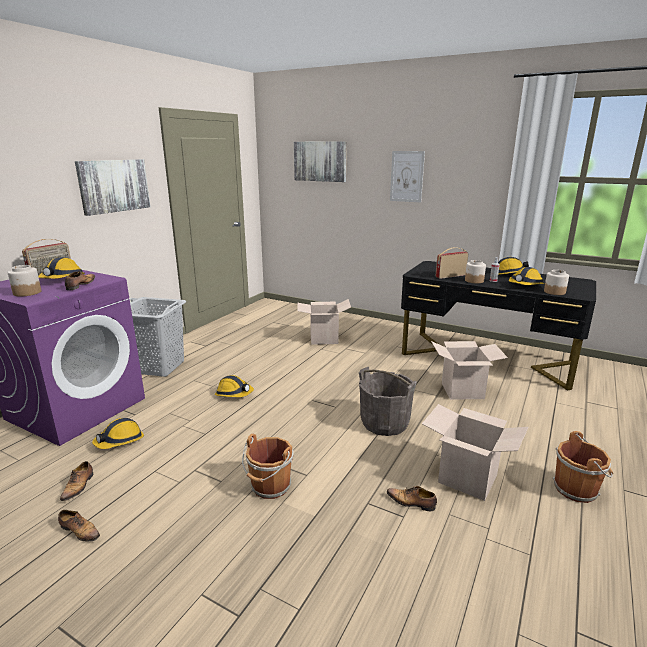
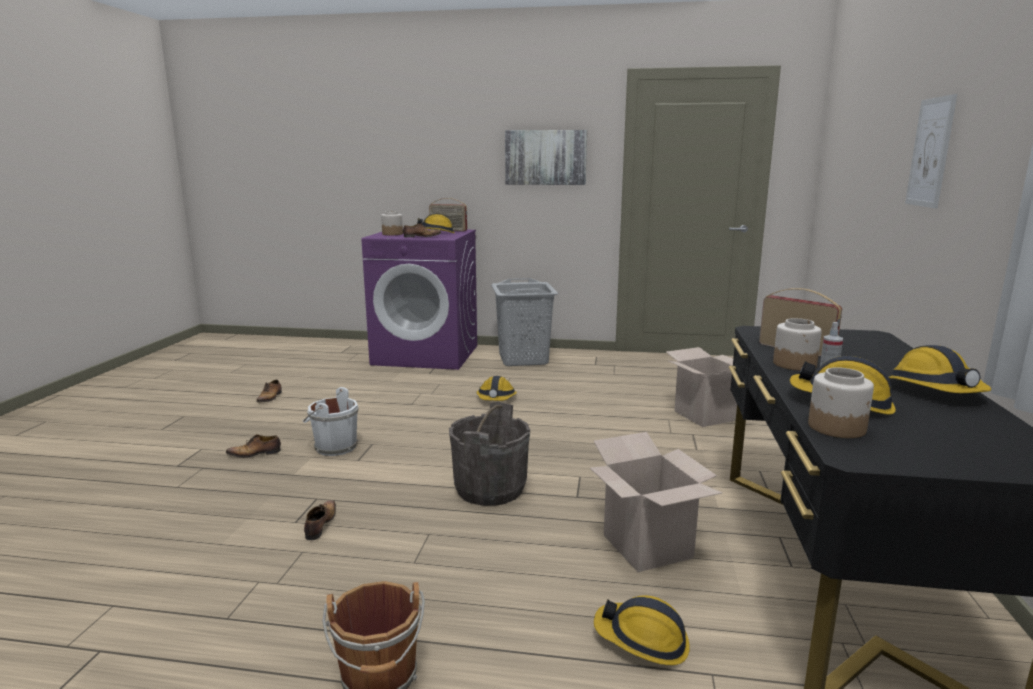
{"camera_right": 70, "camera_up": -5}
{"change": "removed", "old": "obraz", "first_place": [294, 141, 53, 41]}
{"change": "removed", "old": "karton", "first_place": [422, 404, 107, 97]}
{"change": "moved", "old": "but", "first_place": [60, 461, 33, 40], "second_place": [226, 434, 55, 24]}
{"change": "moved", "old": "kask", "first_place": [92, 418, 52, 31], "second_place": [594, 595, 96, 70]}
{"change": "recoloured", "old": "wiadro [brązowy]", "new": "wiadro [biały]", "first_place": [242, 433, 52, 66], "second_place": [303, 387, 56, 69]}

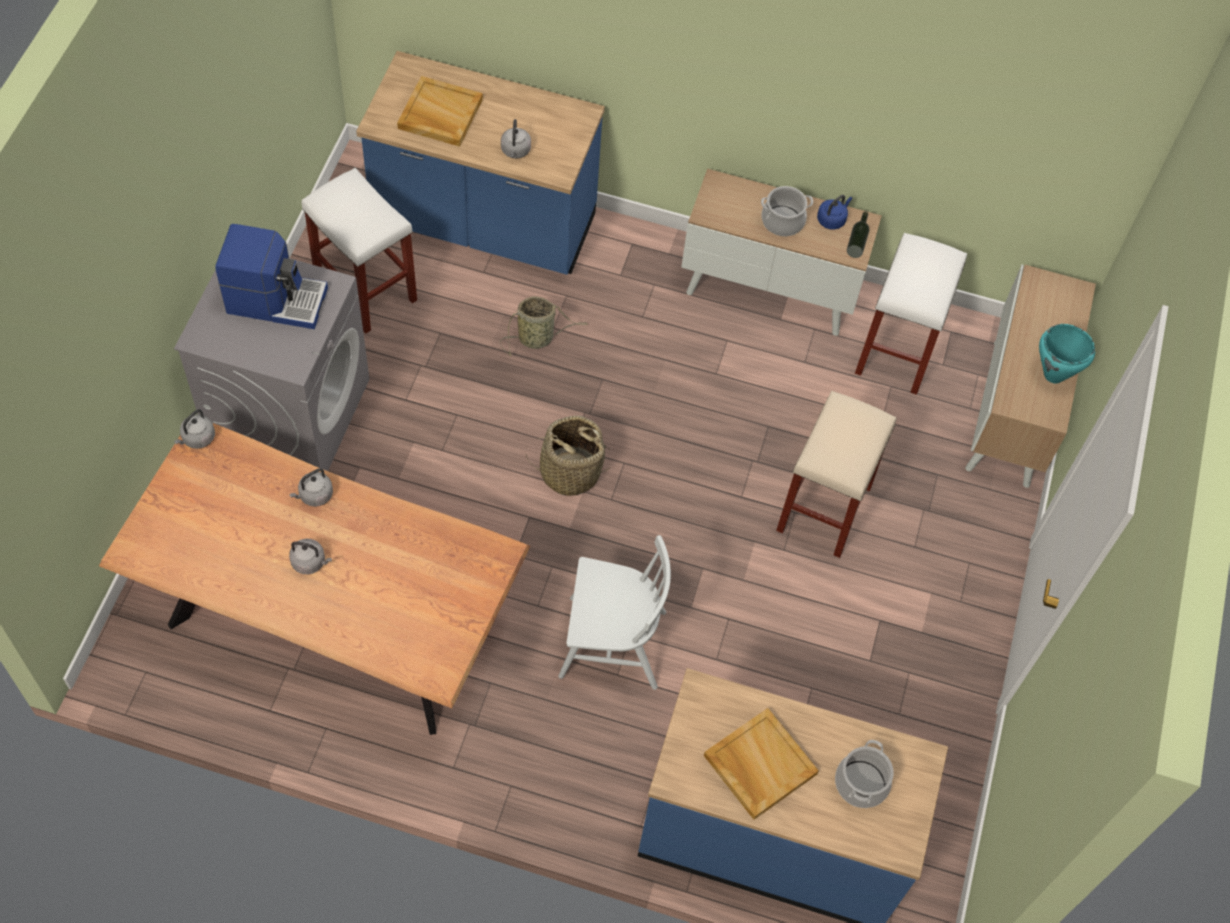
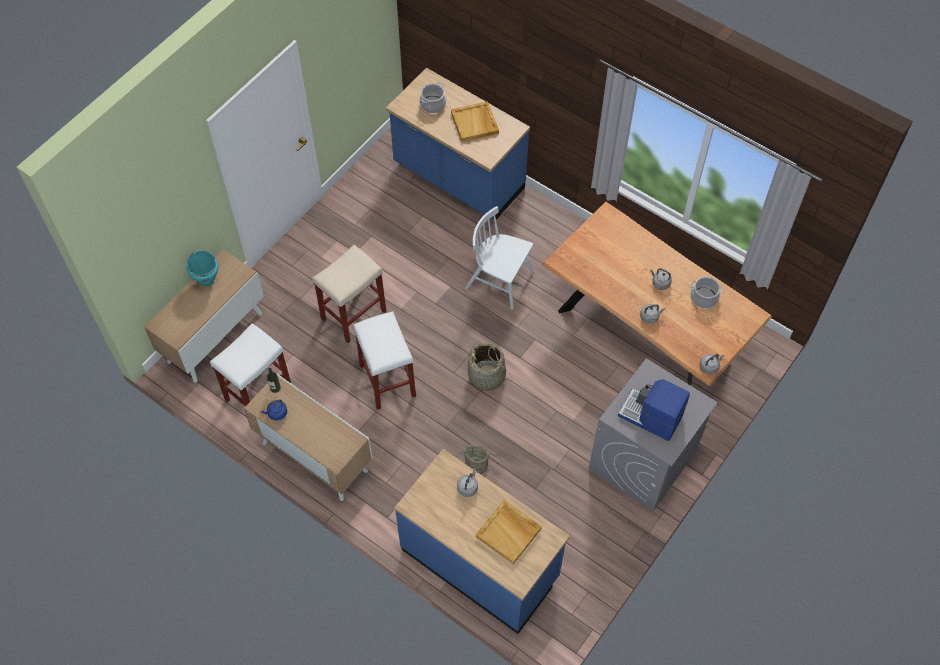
{"camera_right": -155, "camera_up": 0}
{"change": "moved", "old": "stołek [biały]", "first_place": [302, 168, 115, 166], "second_place": [353, 311, 63, 99]}
{"change": "moved", "old": "garnek", "first_place": [761, 186, 52, 50], "second_place": [691, 277, 33, 31]}

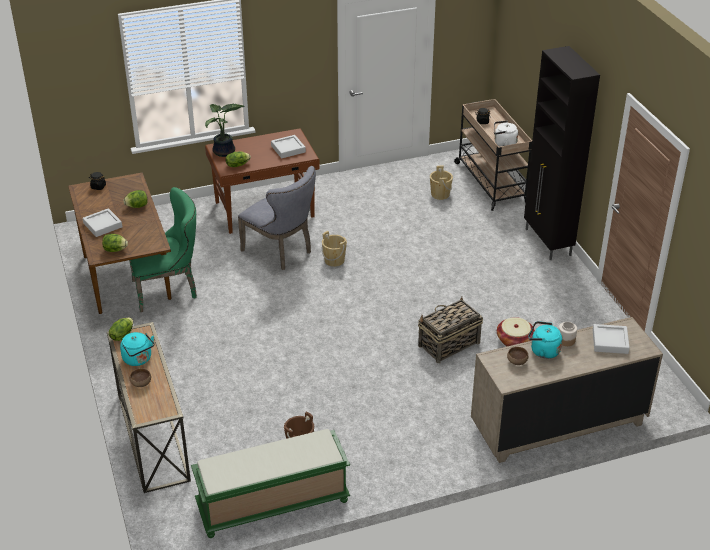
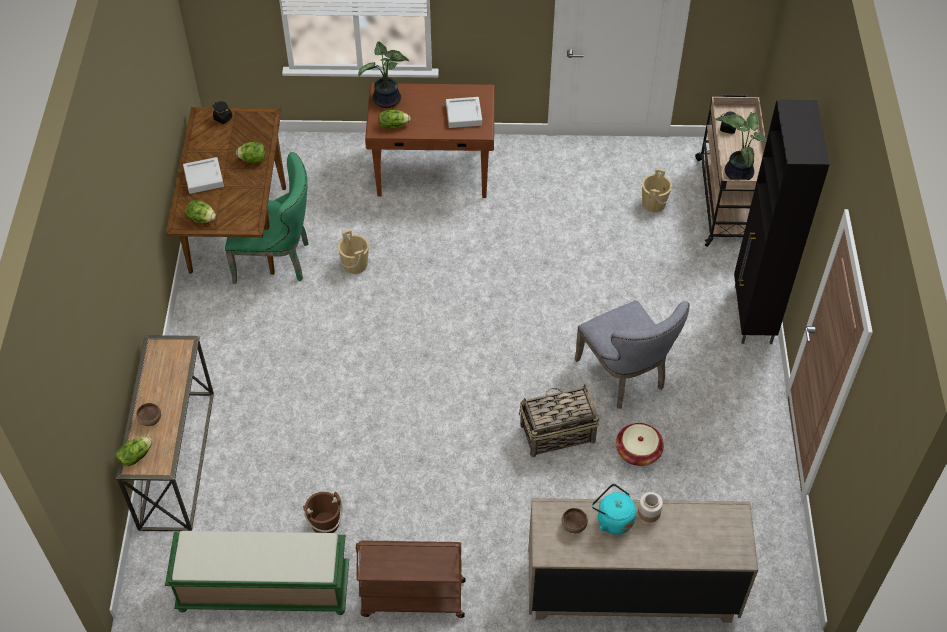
{"camera_right": 20, "camera_up": 15}
{"change": "removed", "old": "czajnik [turkusowy]", "first_place": [120, 332, 34, 34]}
{"change": "removed", "old": "taca [szary]", "first_place": [593, 324, 37, 30]}
{"change": "added", "new": "wózek [brązowy]", "second_place": [356, 540, 109, 78]}
{"change": "moved", "old": "sałata", "first_place": [109, 317, 24, 24], "second_place": [116, 437, 37, 29]}
{"change": "moved", "old": "krzesło [szary]", "first_place": [238, 166, 78, 104], "second_place": [575, 301, 115, 108]}
{"change": "moved", "old": "wiadro [beżowy]", "first_place": [322, 231, 25, 36], "second_place": [338, 230, 31, 44]}
{"change": "replaced", "old": "czajnik [biały]", "new": "roślina doniczkowa", "first_place": [494, 120, 24, 27], "second_place": [716, 112, 51, 68]}

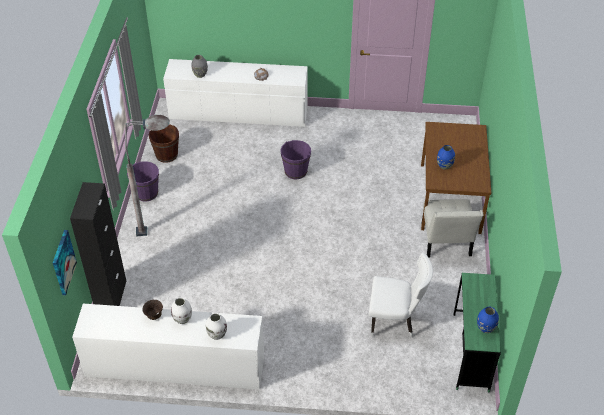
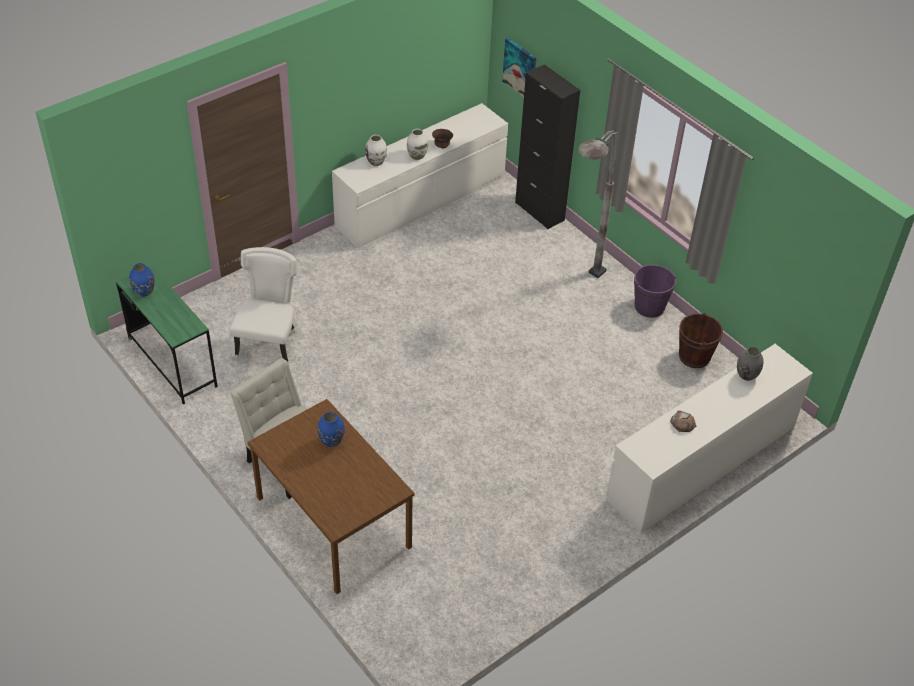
{"camera_right": 135, "camera_up": 0}
{"change": "removed", "old": "wiadro [fioletowy]", "first_place": [280, 140, 31, 39]}
{"change": "turned", "old": "krzesło [biały]", "first_place": [369, 253, 64, 84], "second_place": [229, 247, 68, 120], "degrees": 135}

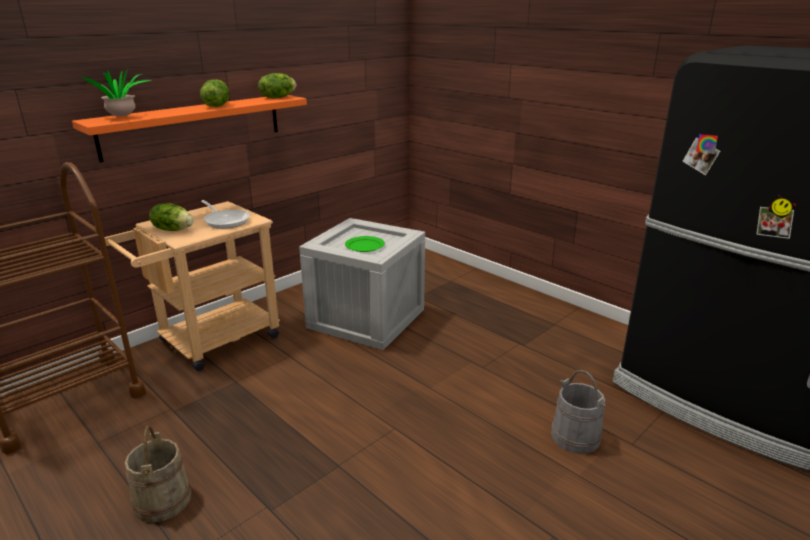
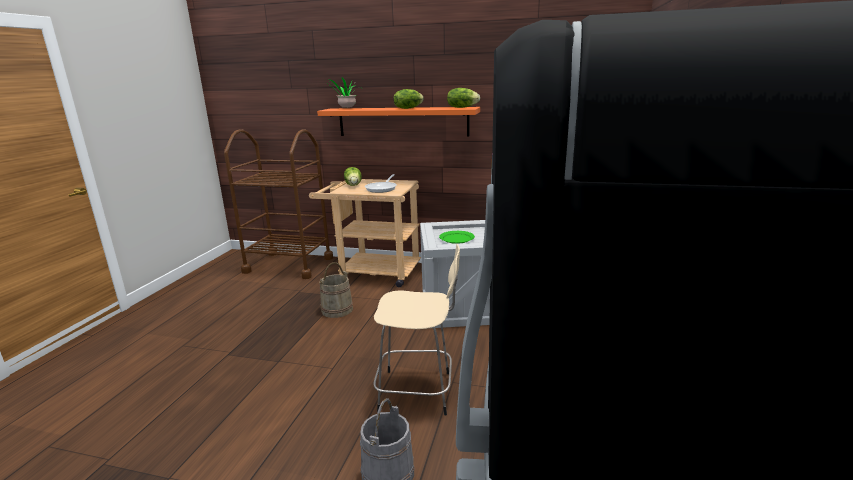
{"camera_right": 60, "camera_up": -5}
{"change": "added", "new": "stołek [beżowy]", "second_place": [374, 244, 86, 171]}
{"change": "moved", "old": "wiadro [beżowy]", "first_place": [125, 425, 67, 98], "second_place": [319, 262, 34, 56]}

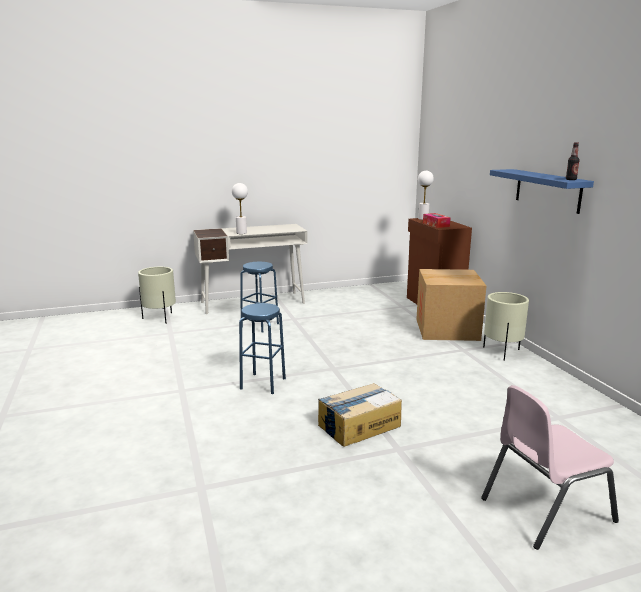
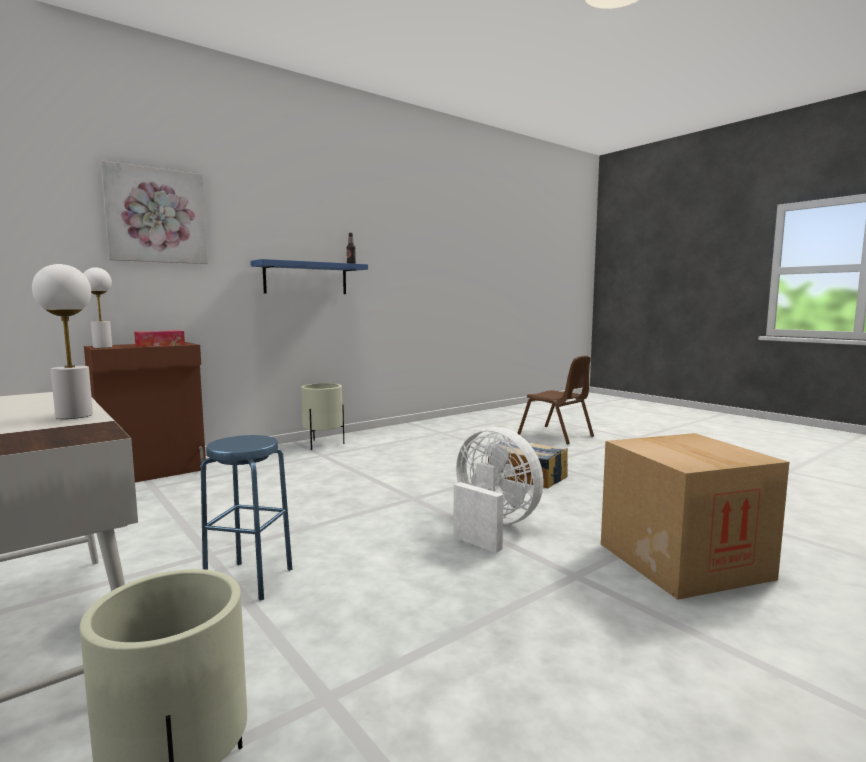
{"camera_right": -110, "camera_up": -10}
{"change": "added", "new": "obraz", "second_place": [100, 160, 108, 104]}
{"change": "moved", "old": "karton", "first_place": [416, 269, 70, 72], "second_place": [601, 433, 188, 167]}
{"change": "replaced", "old": "stołek [niebieski]", "new": "wentylator [biały]", "first_place": [239, 303, 47, 91], "second_place": [453, 427, 91, 126]}
{"change": "recoloured", "old": "krzesło [różowy]", "new": "krzesło [brązowy]", "first_place": [481, 385, 138, 165], "second_place": [518, 355, 76, 89]}

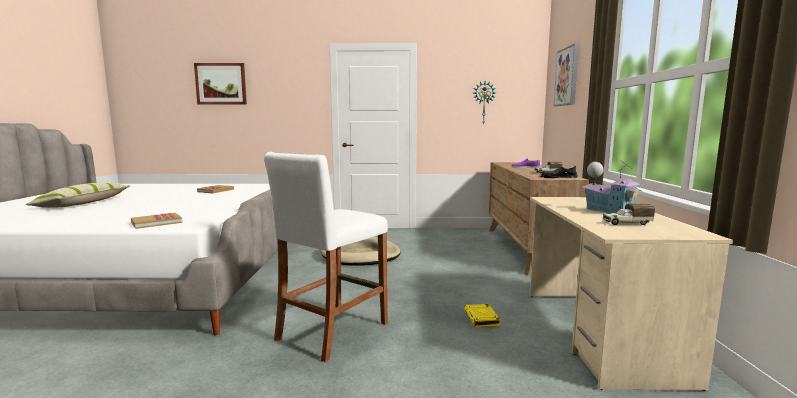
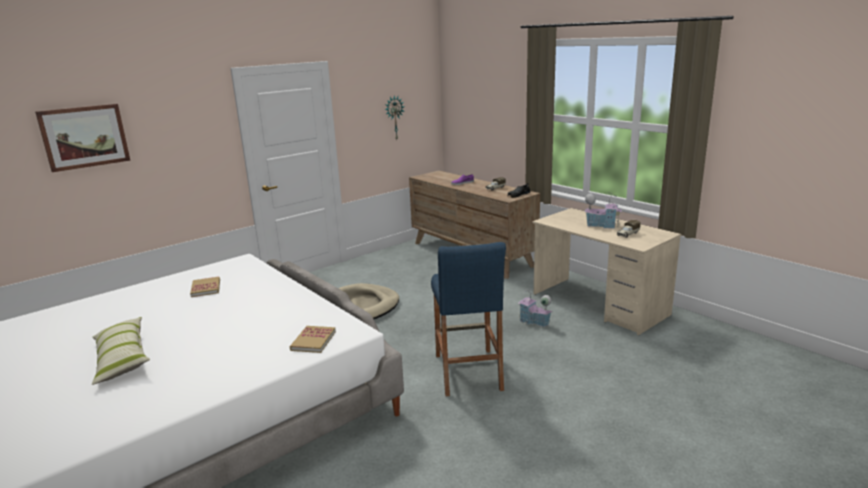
{"camera_right": -40, "camera_up": 10}
{"change": "removed", "old": "obraz", "first_place": [554, 43, 25, 63]}
{"change": "replaced", "old": "książka [żółty]", "new": "domek", "first_place": [464, 304, 37, 23], "second_place": [518, 289, 35, 38]}
{"change": "recoloured", "old": "stołek [biały]", "new": "stołek [niebieski]", "first_place": [264, 152, 124, 210], "second_place": [431, 242, 75, 154]}

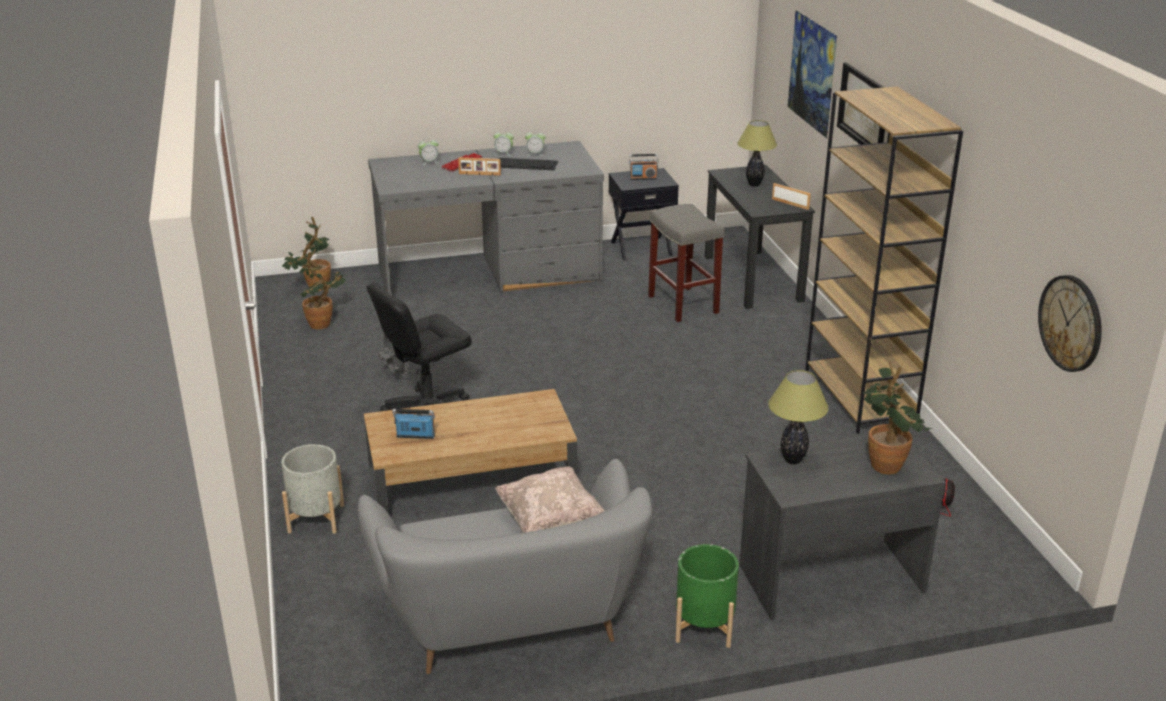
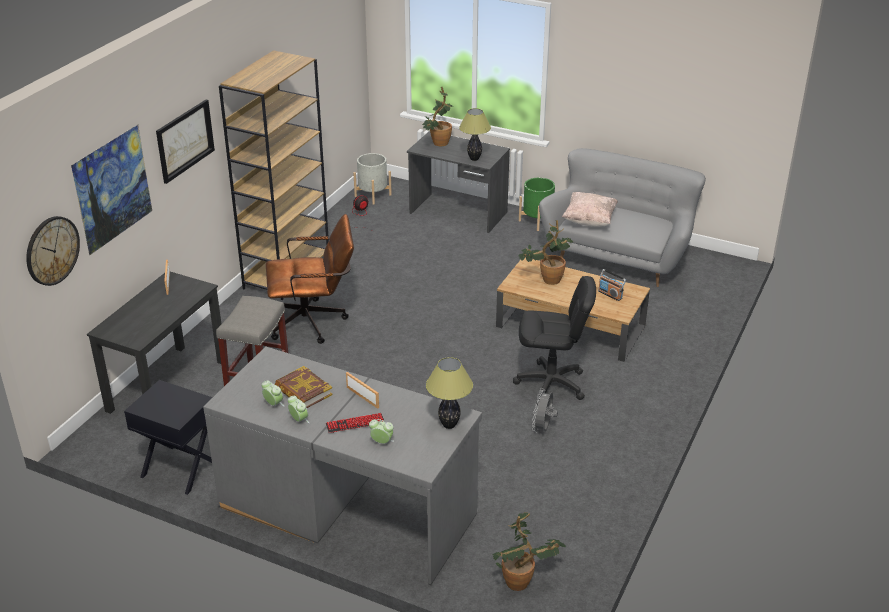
{"camera_right": -140, "camera_up": 5}
{"change": "removed", "old": "radio", "first_place": [629, 154, 29, 26]}
{"change": "added", "new": "krzesło biurowe [brązowy]", "second_place": [266, 214, 88, 130]}
{"change": "moved", "old": "donica [szary]", "first_place": [281, 444, 63, 90], "second_place": [353, 153, 39, 52]}
{"change": "moved", "old": "roślina doniczkowa", "first_place": [299, 249, 48, 80], "second_place": [518, 220, 55, 65]}
{"change": "moved", "old": "lampa stołowa", "first_place": [737, 120, 40, 67], "second_place": [426, 357, 47, 72]}
{"change": "moved", "old": "zegar ścienny", "first_place": [1038, 275, 64, 97], "second_place": [26, 216, 54, 70]}
{"change": "replaced", "old": "klawiatura", "new": "książka", "first_place": [499, 158, 59, 12], "second_place": [275, 366, 58, 42]}

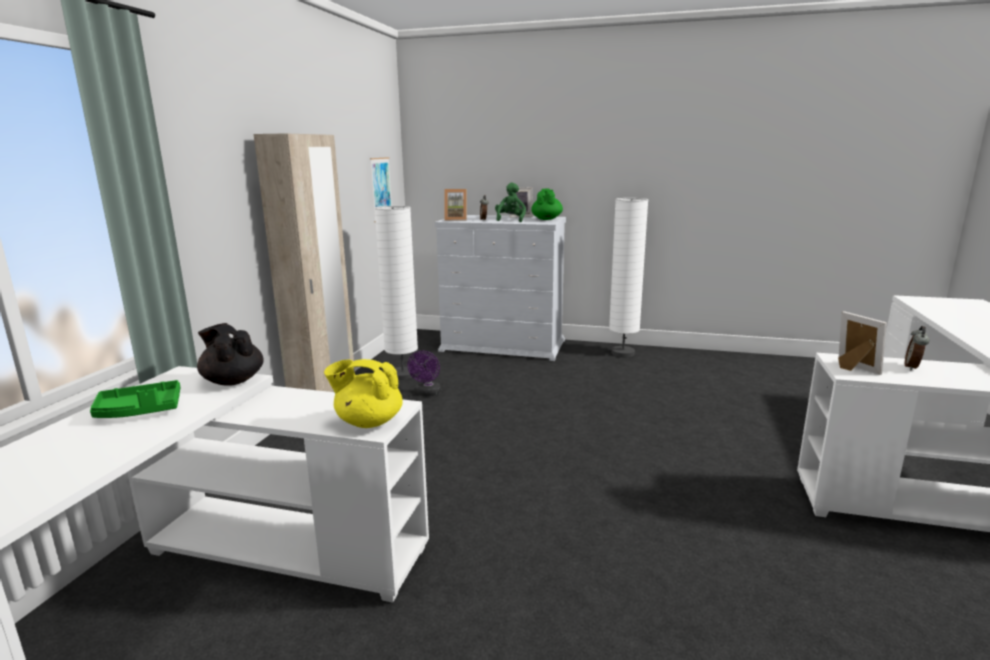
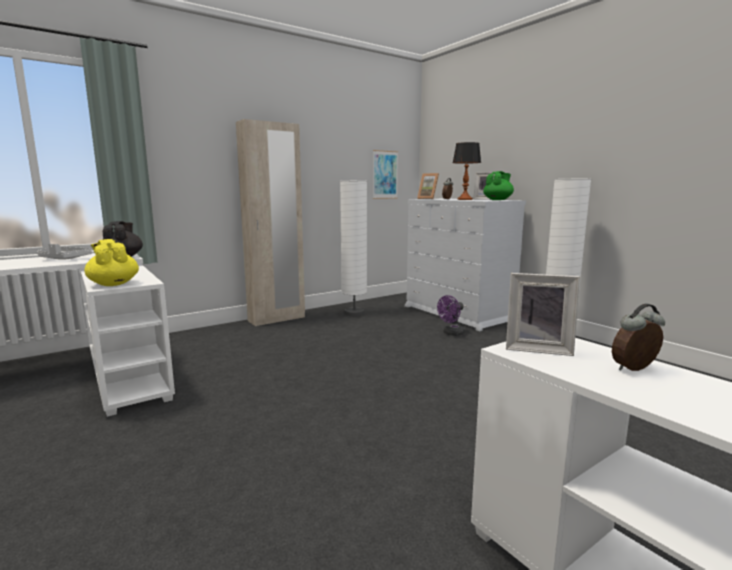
{"camera_right": 40, "camera_up": -5}
{"change": "moved", "old": "wentylator [fioletowy]", "first_place": [407, 351, 34, 45], "second_place": [437, 295, 28, 41]}
{"change": "replaced", "old": "pluszak [zielony]", "new": "lampa stołowa", "first_place": [495, 183, 31, 39], "second_place": [453, 142, 28, 58]}
{"change": "recoloured", "old": "taca [zielony]", "new": "taca [szary]", "first_place": [90, 380, 91, 38], "second_place": [37, 244, 55, 16]}
{"change": "turned", "old": "ramka na zdjęcie", "first_place": [838, 311, 49, 64], "second_place": [506, 273, 74, 83], "degrees": 90}

